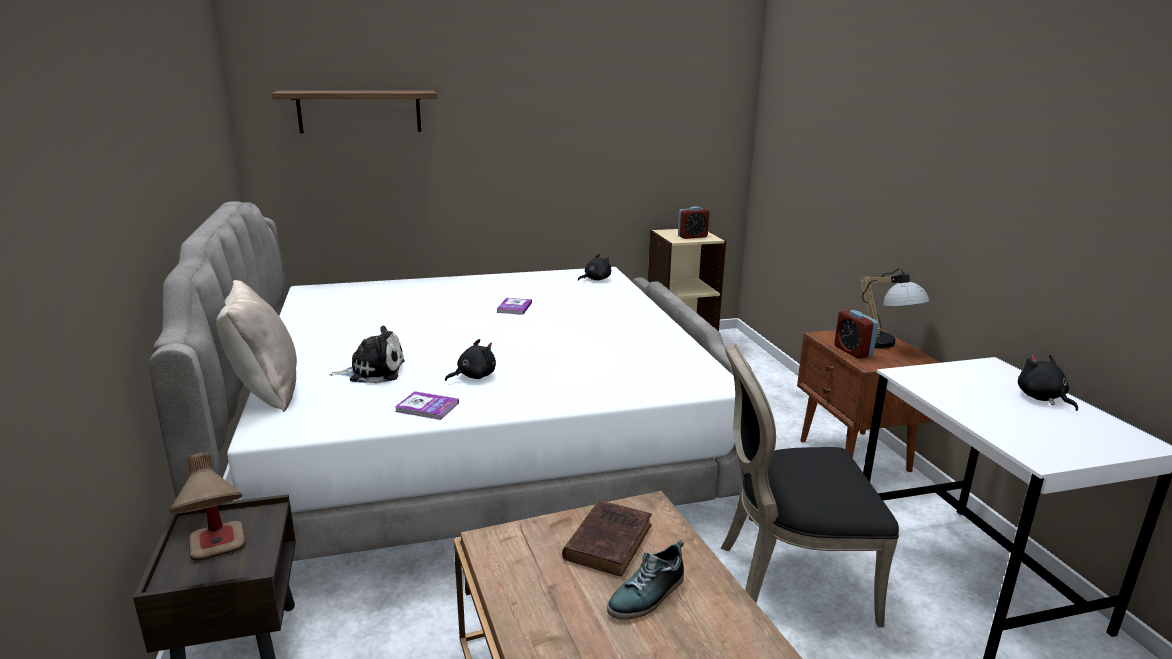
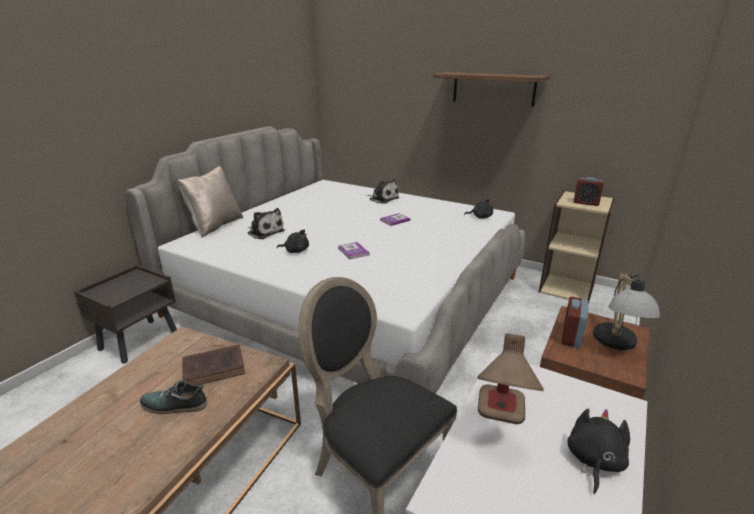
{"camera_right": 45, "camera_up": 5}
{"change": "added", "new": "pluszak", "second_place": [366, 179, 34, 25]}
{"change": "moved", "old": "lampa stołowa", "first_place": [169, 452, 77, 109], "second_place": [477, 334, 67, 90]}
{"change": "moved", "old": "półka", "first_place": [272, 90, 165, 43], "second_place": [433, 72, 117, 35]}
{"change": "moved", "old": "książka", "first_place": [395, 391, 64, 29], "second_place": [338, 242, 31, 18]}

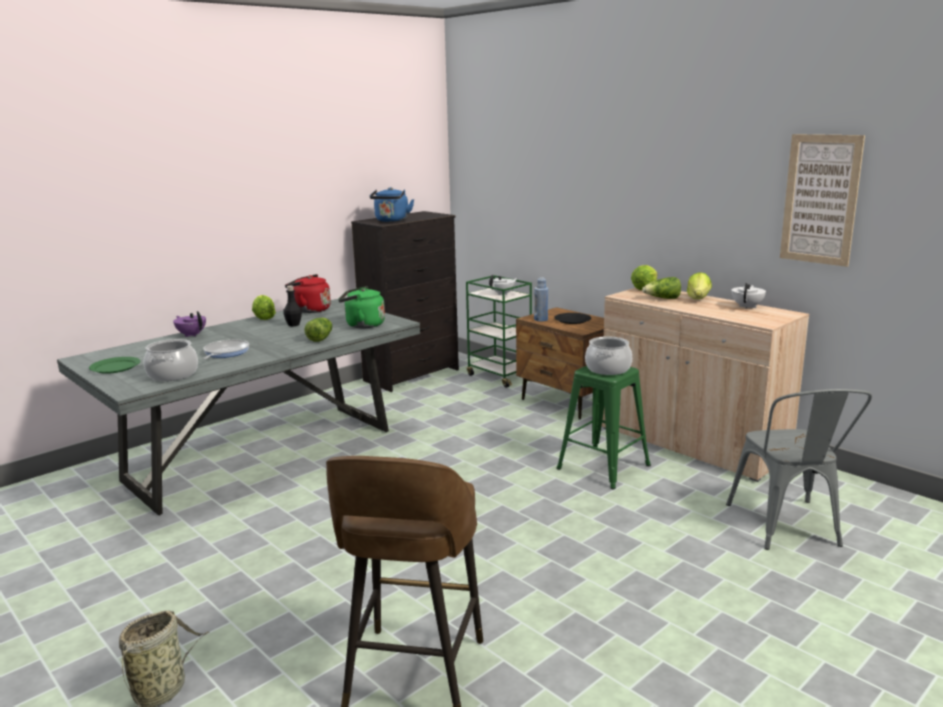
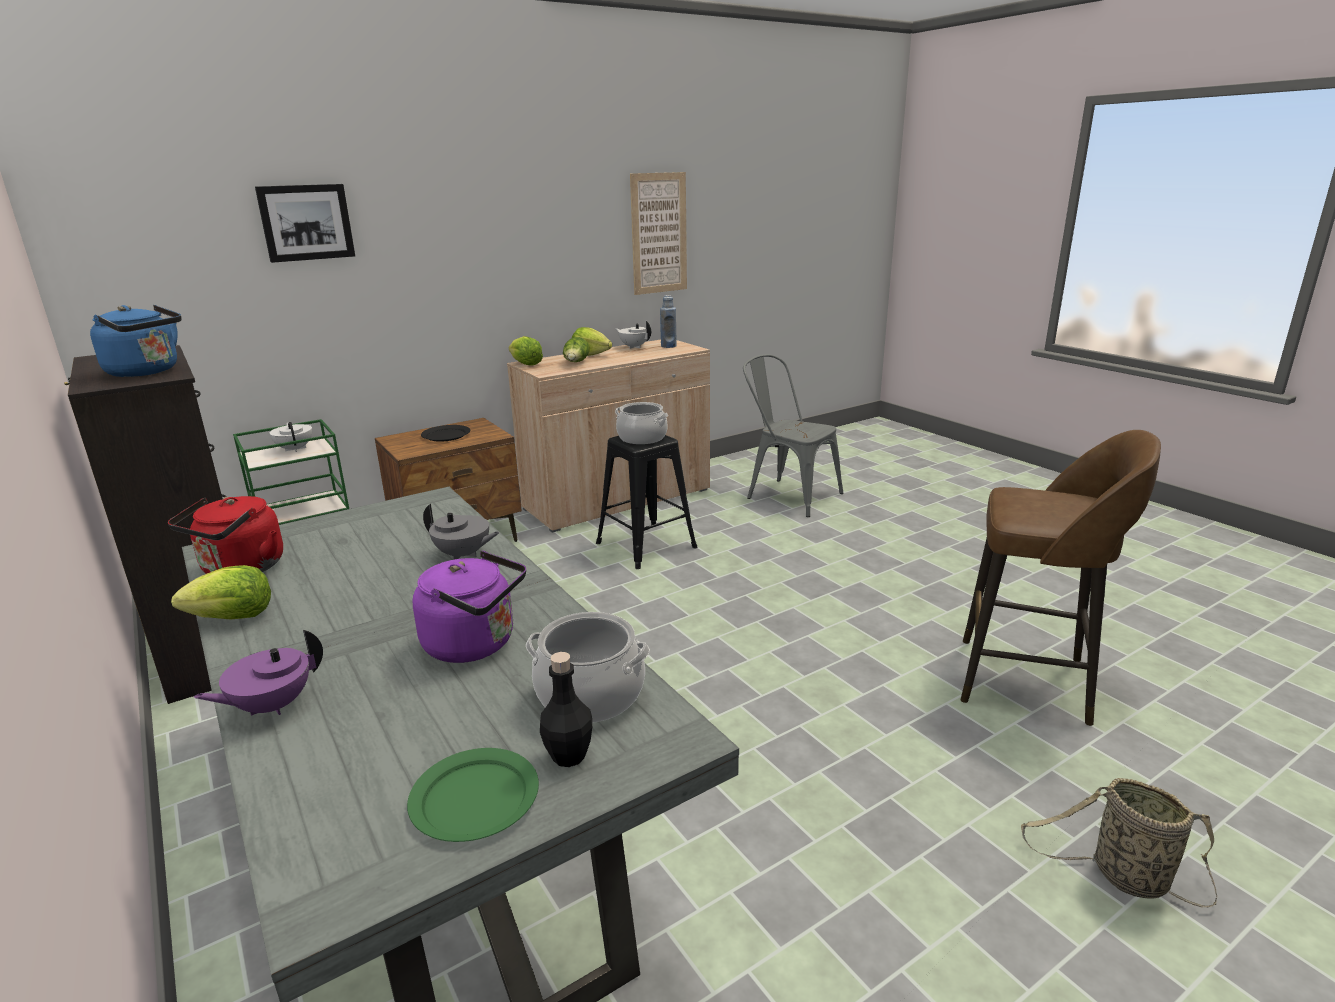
{"camera_right": -80, "camera_up": 5}
{"change": "removed", "old": "czajnik [zielony]", "first_place": [338, 286, 47, 42]}
{"change": "added", "new": "obraz", "second_place": [255, 184, 100, 79]}
{"change": "moved", "old": "butelka [czarny]", "first_place": [283, 286, 19, 40], "second_place": [540, 652, 52, 115]}
{"change": "moved", "old": "butelka [niebieski]", "first_place": [534, 277, 14, 45], "second_place": [660, 295, 17, 53]}
{"change": "replaced", "old": "patelnia", "new": "czajnik [fioletowy]", "first_place": [203, 340, 46, 19], "second_place": [412, 551, 114, 112]}
{"change": "replaced", "old": "sałata", "new": "imbryk [szary]", "first_place": [304, 318, 28, 24], "second_place": [423, 504, 77, 56]}
{"change": "recoloured", "old": "stołek [zielony]", "new": "stołek [czarny]", "first_place": [556, 366, 95, 124], "second_place": [596, 435, 102, 134]}
{"change": "turned", "old": "krzesło [szary]", "first_place": [726, 389, 146, 161], "second_place": [743, 354, 101, 163], "degrees": -150}

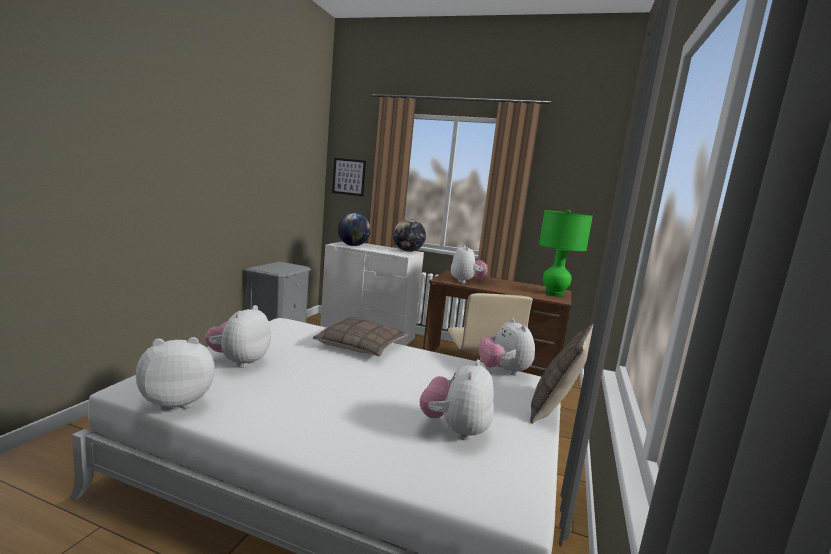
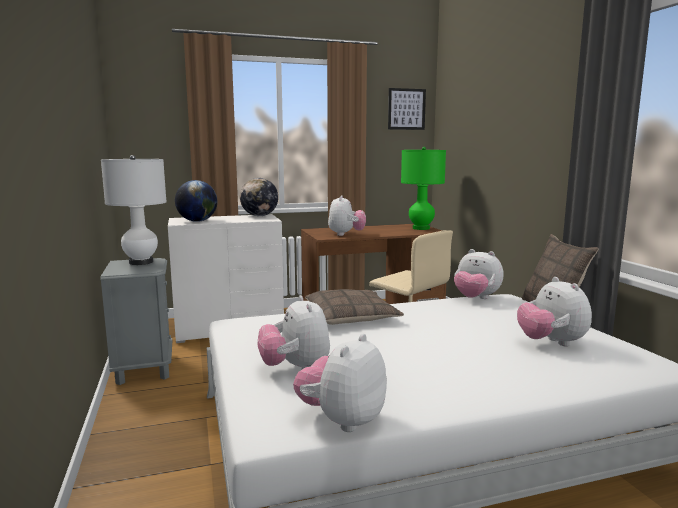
{"camera_right": -35, "camera_up": 0}
{"change": "added", "new": "lampa stołowa [biały]", "second_place": [101, 155, 66, 110]}
{"change": "moved", "old": "obraz", "first_place": [332, 158, 34, 39], "second_place": [388, 88, 38, 42]}
{"change": "turned", "old": "pluszak", "first_place": [451, 245, 36, 38], "second_place": [328, 195, 38, 41], "degrees": 45}

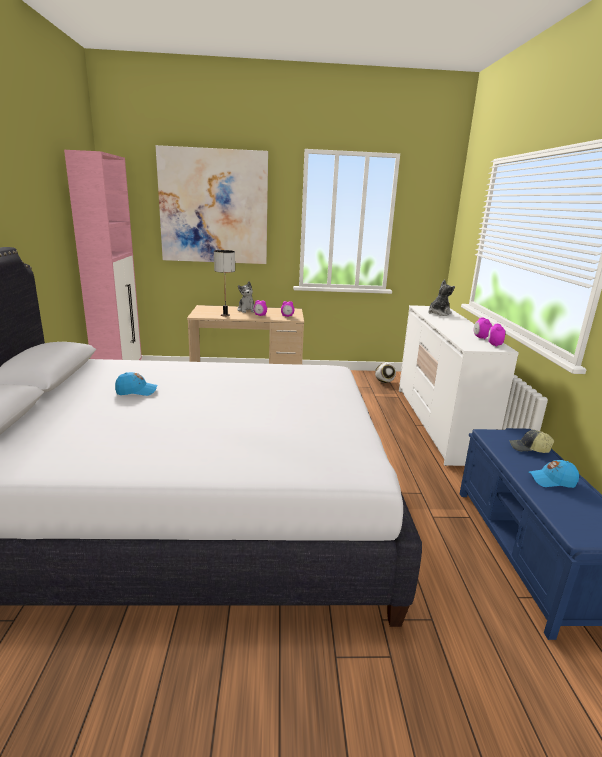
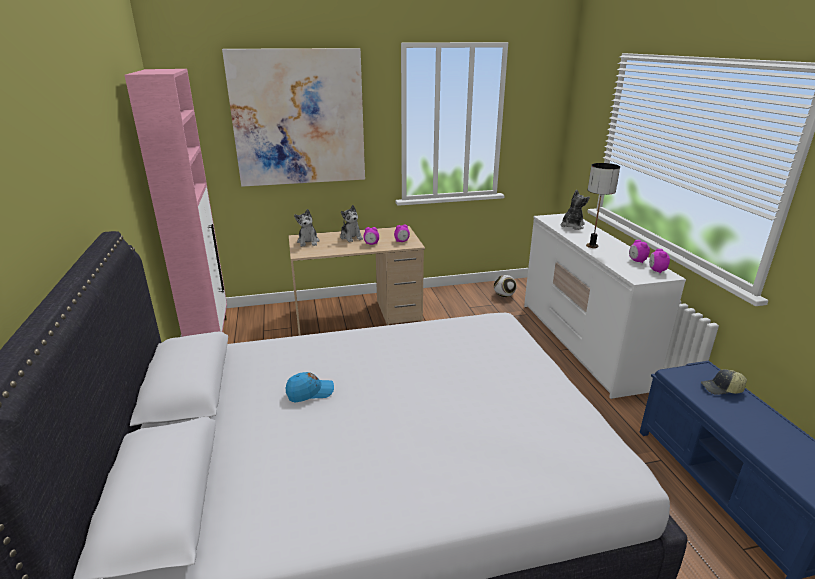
{"camera_right": -10, "camera_up": 5}
{"change": "removed", "old": "czapka z daszkiem [niebieski]", "first_place": [529, 460, 50, 28]}
{"change": "added", "new": "pluszak", "second_place": [294, 209, 26, 38]}
{"change": "moved", "old": "lampa stołowa", "first_place": [214, 250, 21, 66], "second_place": [586, 163, 34, 85]}

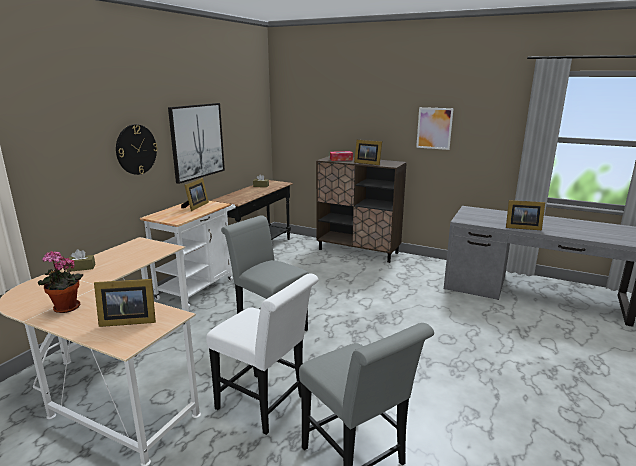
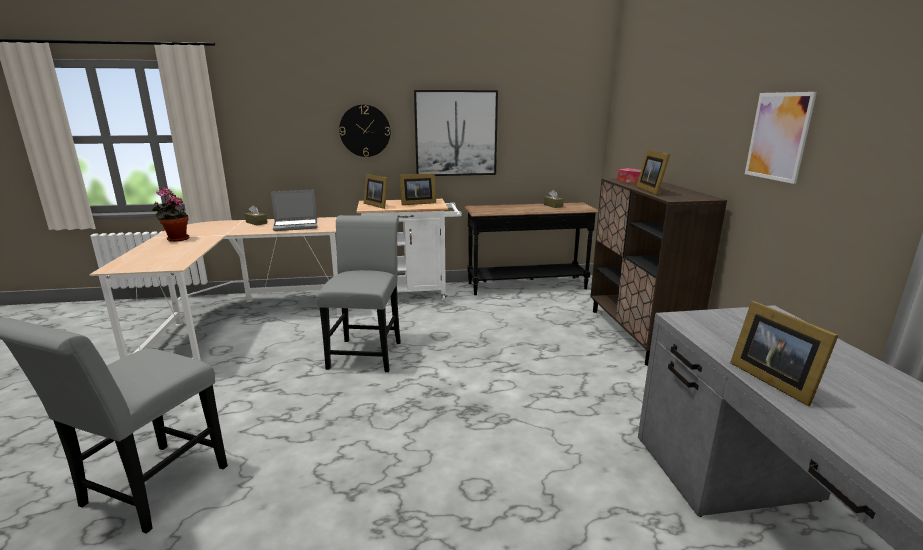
{"camera_right": 55, "camera_up": 0}
{"change": "removed", "old": "krzesło [biały]", "first_place": [206, 273, 113, 162]}
{"change": "added", "new": "laptop", "second_place": [271, 190, 46, 41]}
{"change": "moved", "old": "ramka na zdjęcie", "first_place": [94, 279, 62, 48], "second_place": [364, 174, 24, 35]}

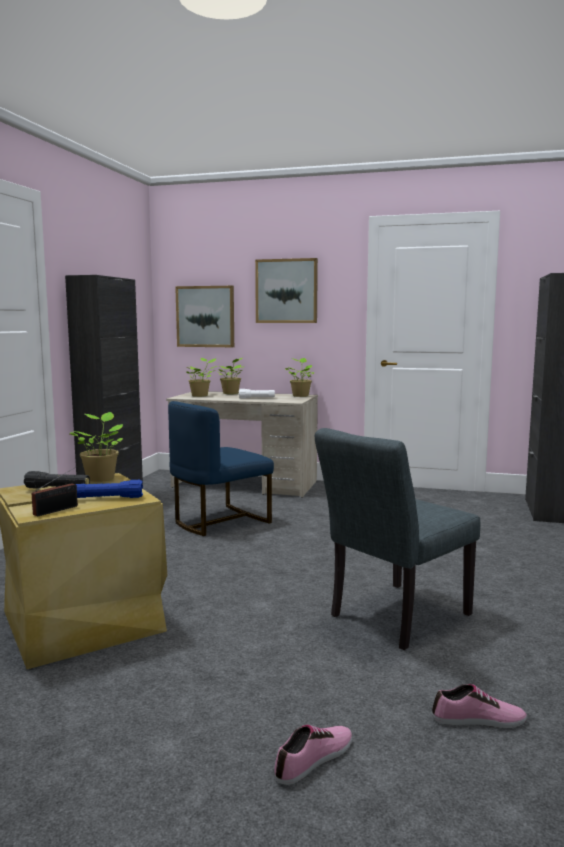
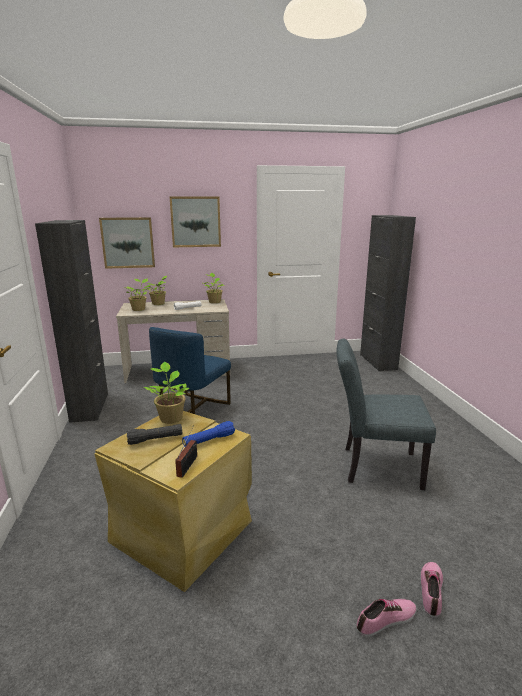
{"camera_right": -25, "camera_up": 10}
{"change": "moved", "old": "but", "first_place": [432, 684, 95, 44], "second_place": [357, 599, 60, 38]}
{"change": "turned", "old": "krzesło [szary]", "first_place": [315, 428, 165, 222], "second_place": [336, 339, 100, 151], "degrees": 75}

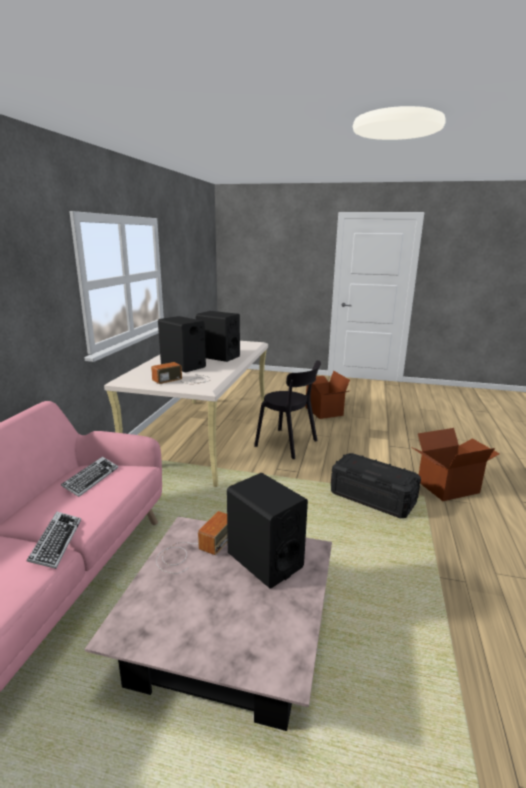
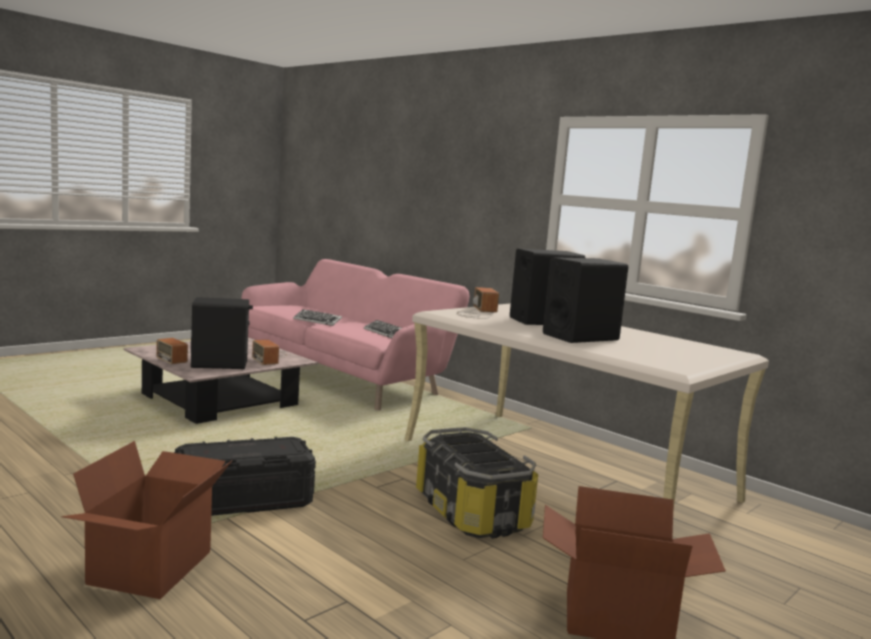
{"camera_right": 120, "camera_up": -10}
{"change": "added", "new": "radio", "second_place": [156, 338, 35, 26]}
{"change": "replaced", "old": "krzesło [czarny]", "new": "pojemnik do przechowywania", "first_place": [254, 360, 67, 99], "second_place": [416, 427, 122, 112]}

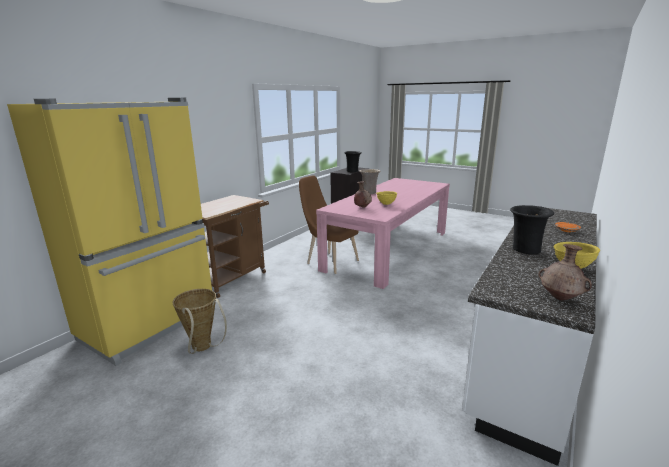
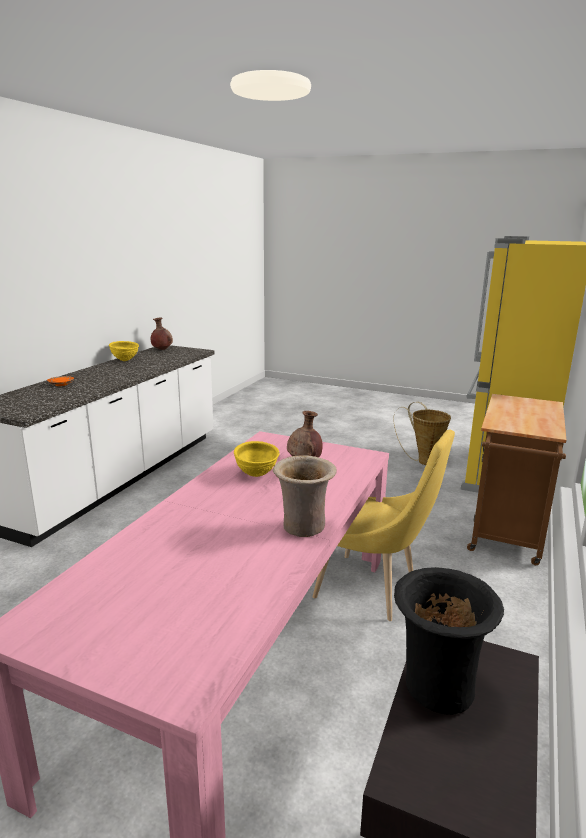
{"camera_right": 170, "camera_up": 0}
{"change": "removed", "old": "wazon [czarny]", "first_place": [510, 205, 44, 49]}
{"change": "recoloured", "old": "krzesło [brązowy]", "new": "krzesło [żółty]", "first_place": [299, 175, 60, 99], "second_place": [313, 429, 142, 192]}

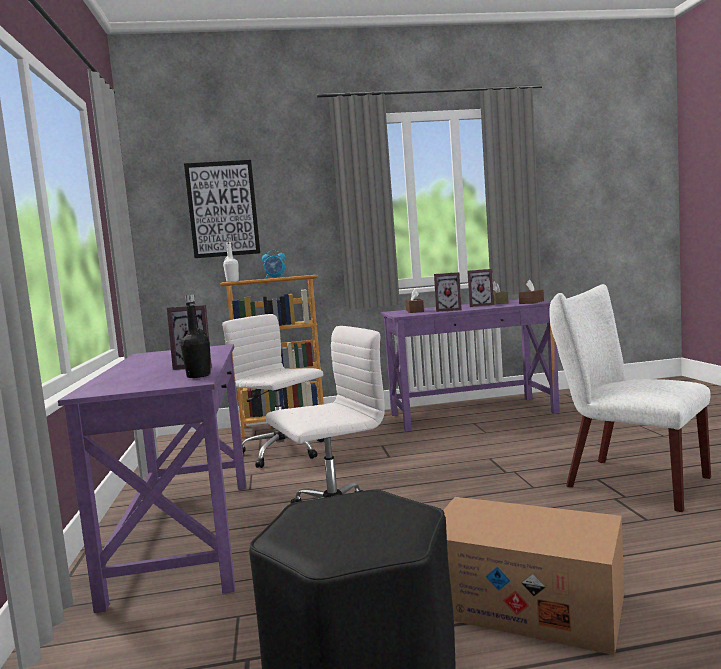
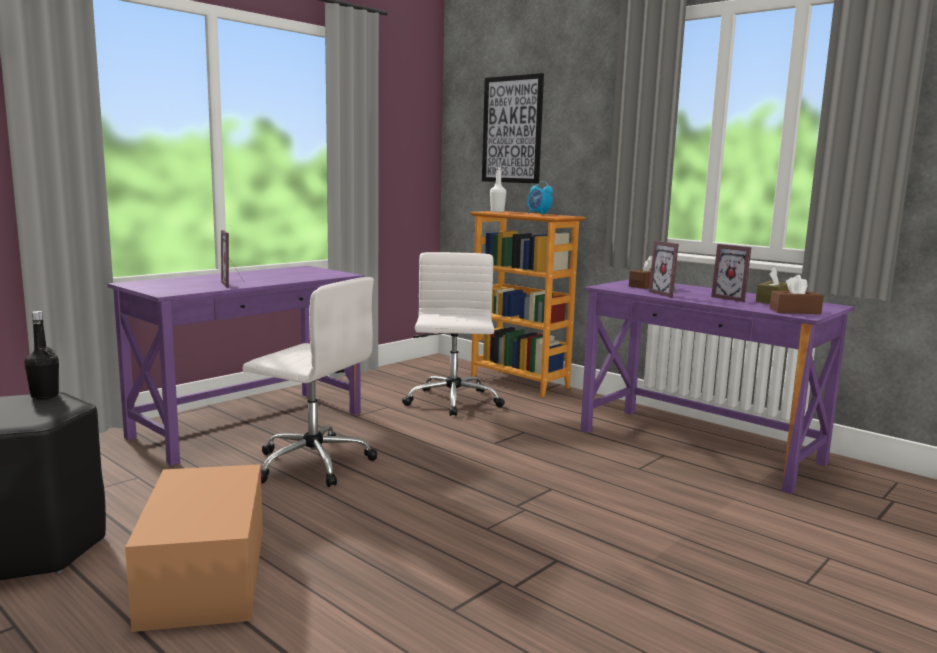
{"camera_right": 50, "camera_up": 5}
{"change": "removed", "old": "krzesło [biały]", "first_place": [549, 284, 162, 228]}
{"change": "moved", "old": "butelka [czarny]", "first_place": [180, 294, 30, 84], "second_place": [24, 311, 35, 88]}

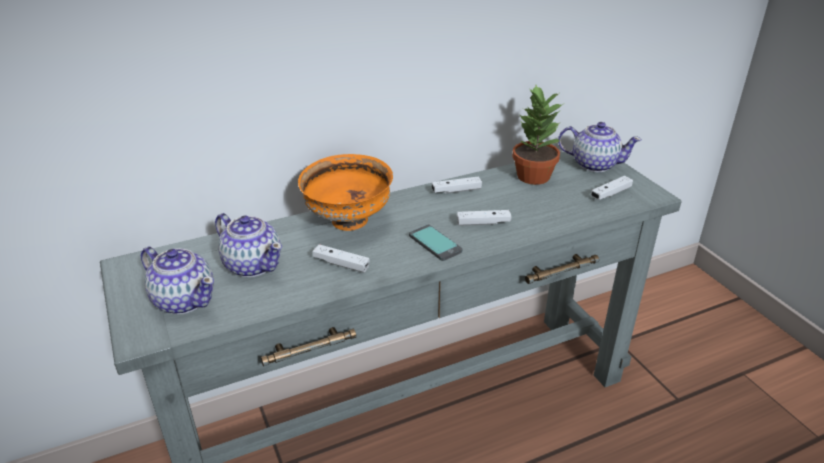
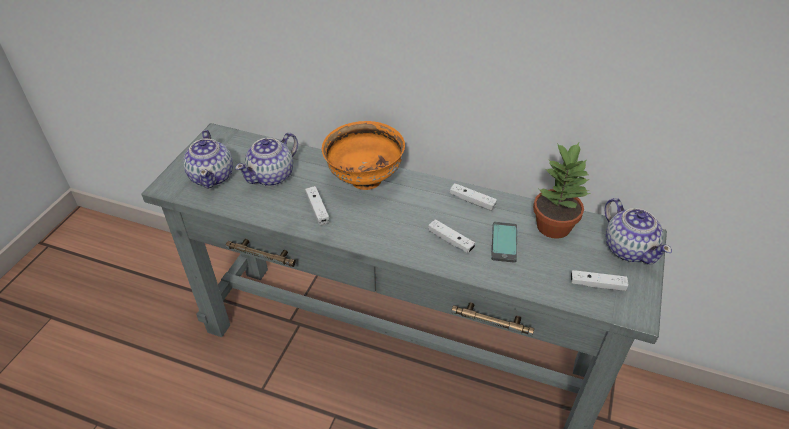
{"camera_right": 45, "camera_up": 10}
{"change": "moved", "old": "telefon", "first_place": [409, 225, 53, 36], "second_place": [491, 222, 26, 41]}
{"change": "turned", "old": "imbryk", "first_place": [215, 213, 67, 64], "second_place": [235, 133, 63, 53], "degrees": 45}

